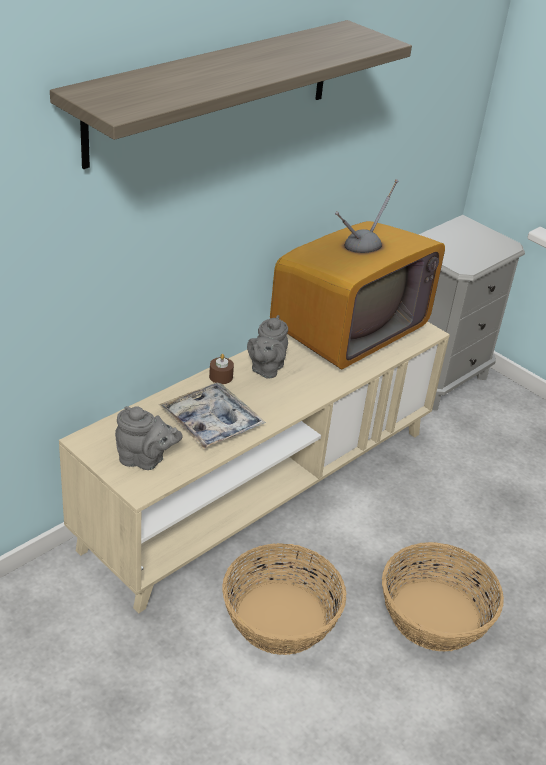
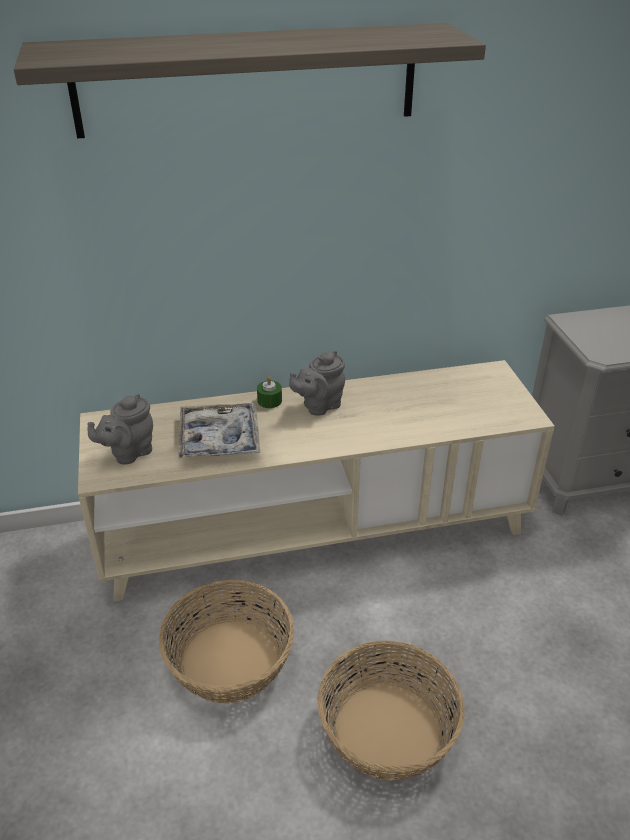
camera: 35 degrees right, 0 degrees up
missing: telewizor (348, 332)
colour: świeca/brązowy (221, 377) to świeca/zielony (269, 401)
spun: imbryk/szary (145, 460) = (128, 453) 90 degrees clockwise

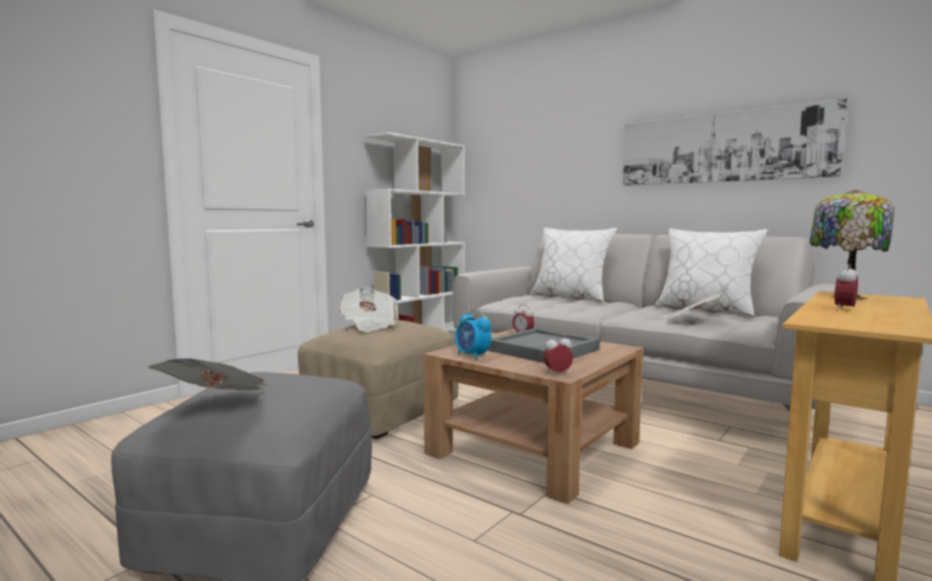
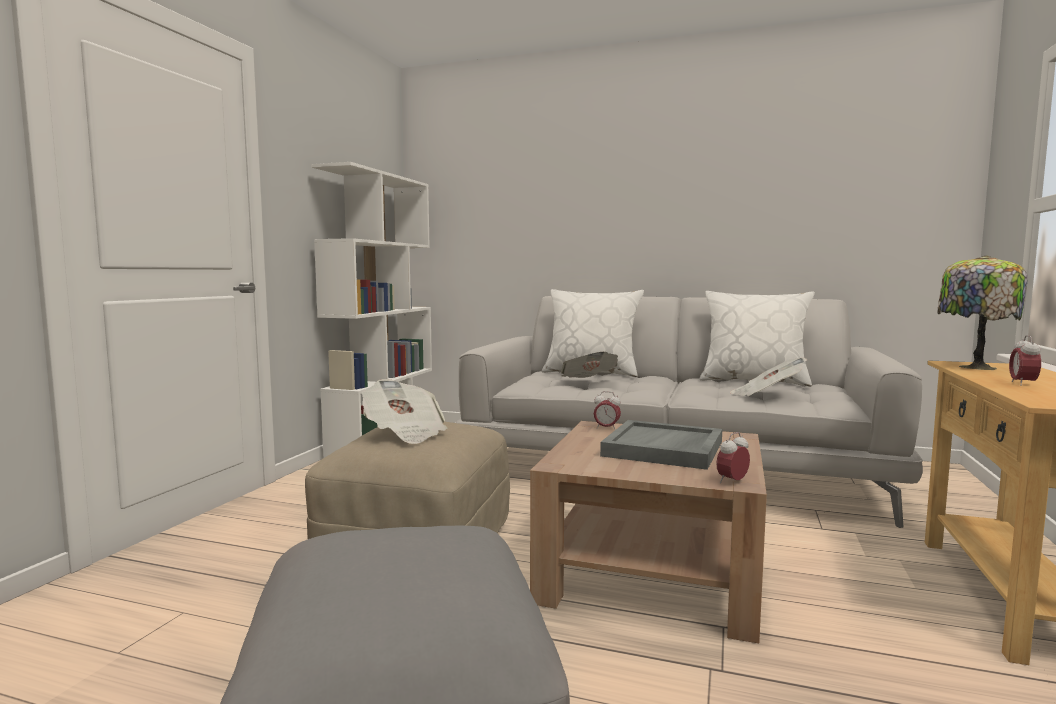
camera: 20 degrees left, 0 degrees up
missing: budzik (472, 356); obraz (722, 147)
relocated: gazeta (217, 405) to (588, 382)

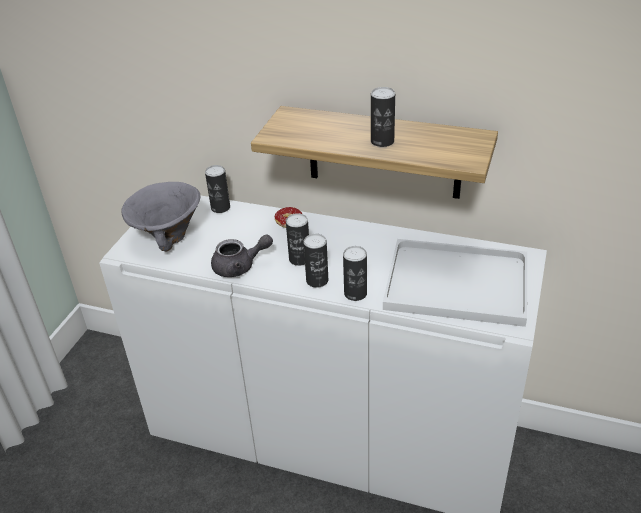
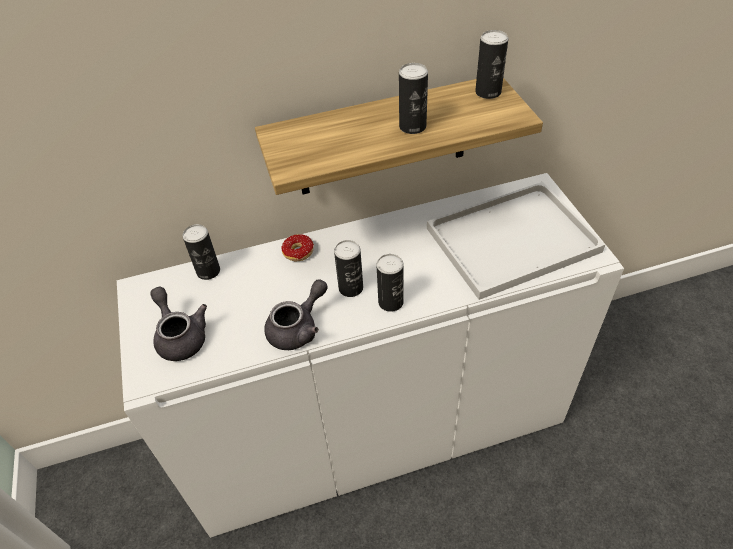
camera: 35 degrees left, 10 degrees up
relocated: puszka (355, 294) to (488, 92)
exchanged: miska/szary (167, 237) to imbryk/szary (180, 336)

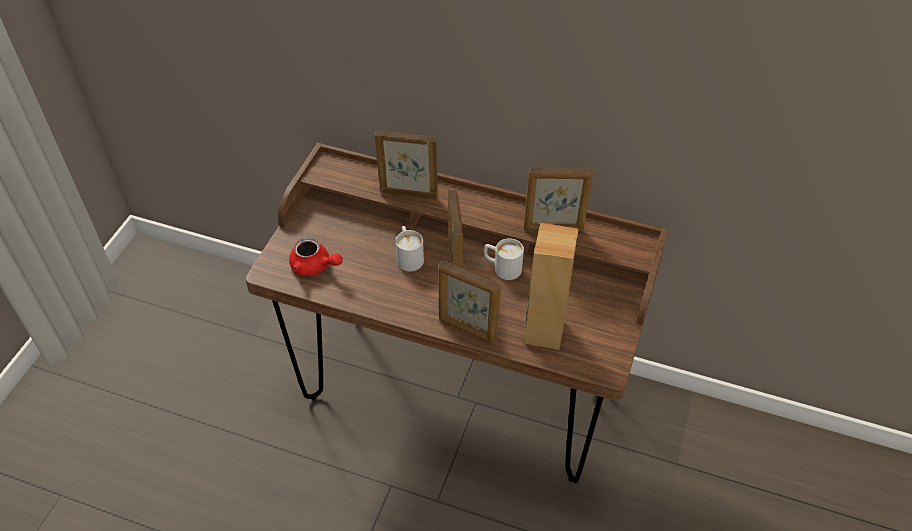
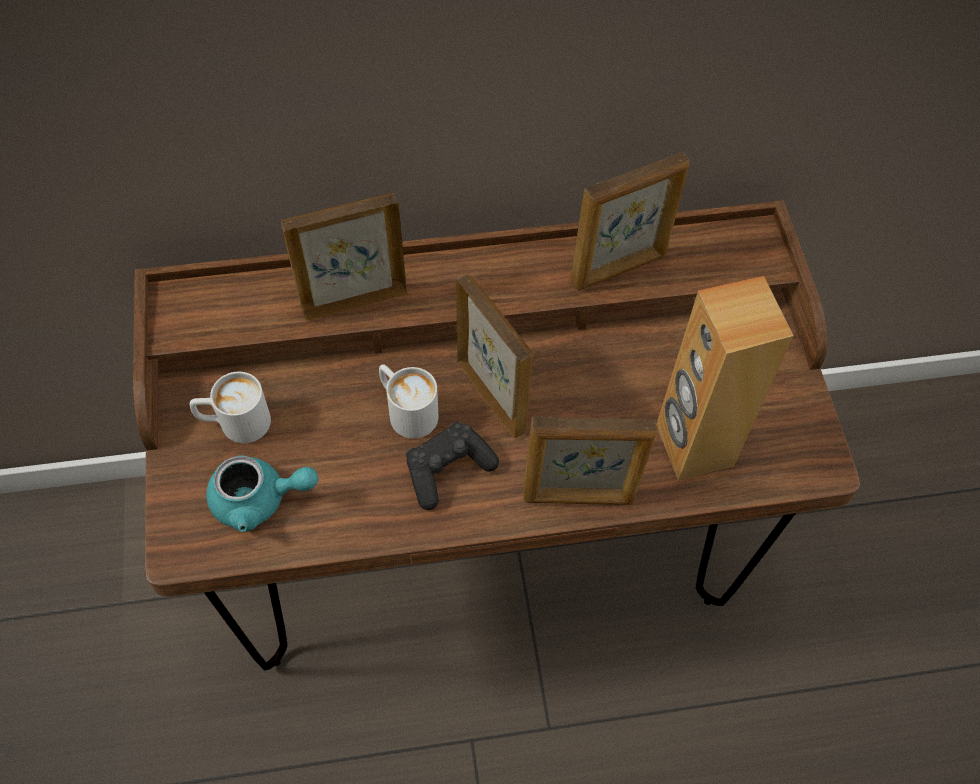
camera: 30 degrees left, 10 degrees up
appeared: pad do gier/czarny (447, 470)
relocated: kubek/biały (502, 267) to (234, 423)
colour: imbryk/czerwony (314, 267) to imbryk/turkusowy (259, 500)

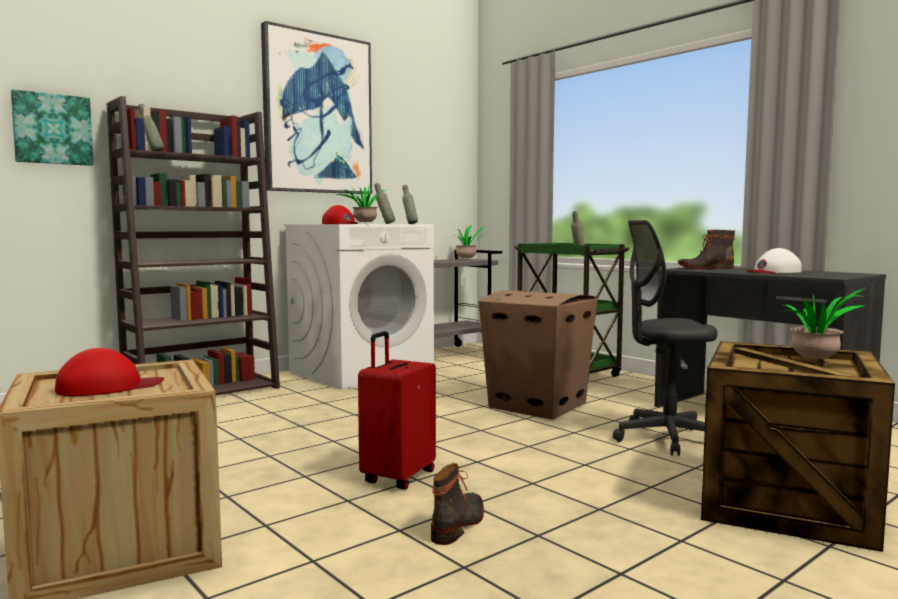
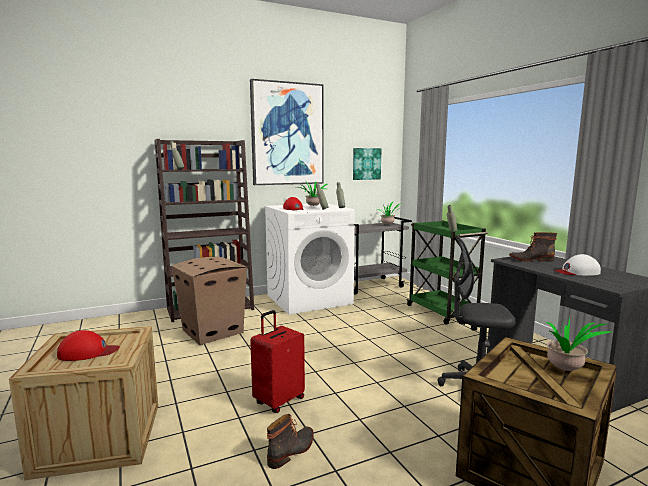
camera: 15 degrees right, 5 degrees up
relocated: obraz (52, 129) to (366, 164); karton (536, 405) to (212, 331)

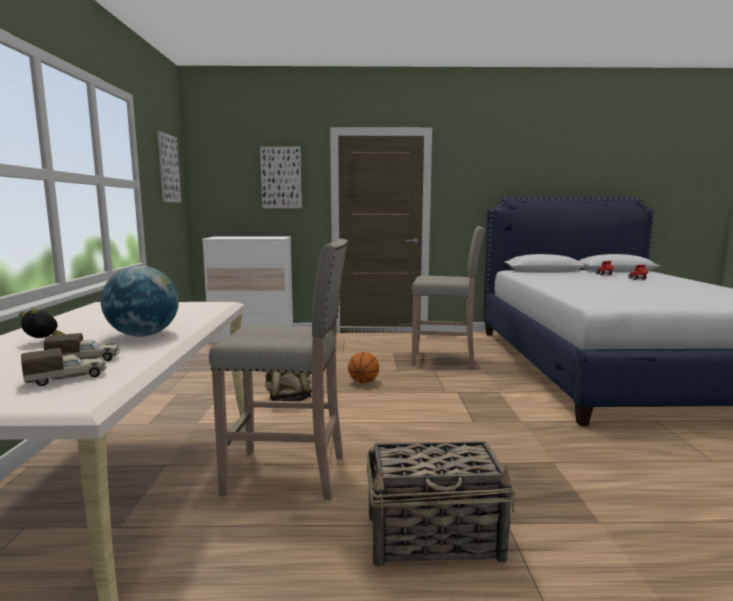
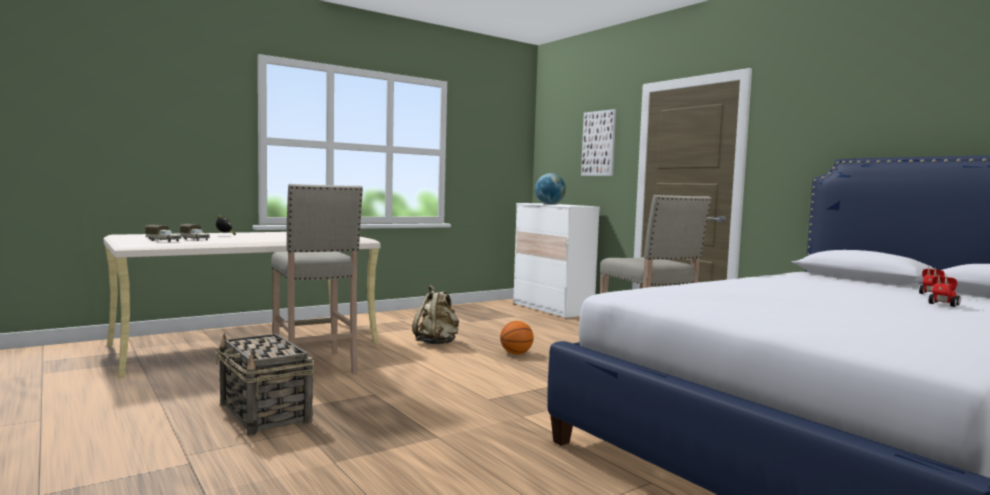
camera: 55 degrees right, 5 degrees down
missing: obraz (168, 168)
relocated: globus (143, 335) to (549, 204)

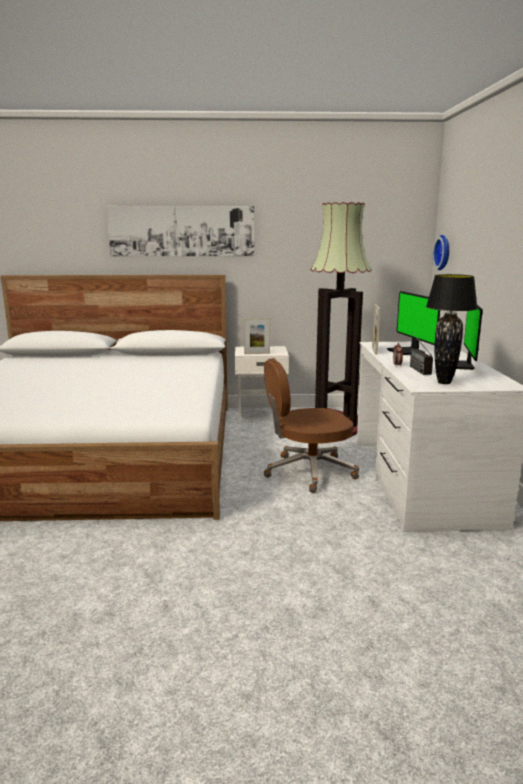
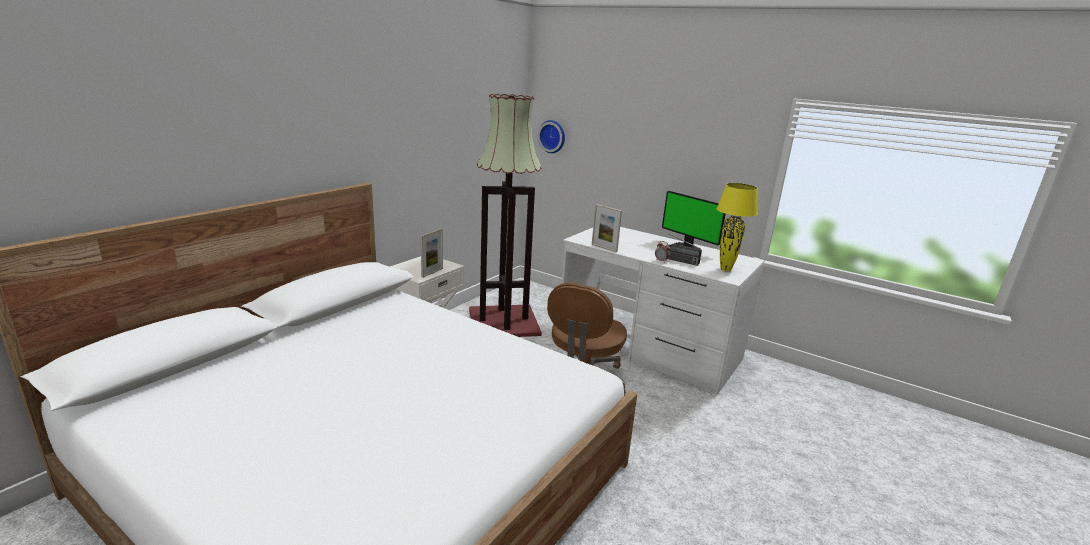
camera: 55 degrees left, 5 degrees up
missing: obraz (182, 231); monitor (407, 351)
colour: lampa stołowa/czarny (444, 382) to lampa stołowa/żółty (725, 269)

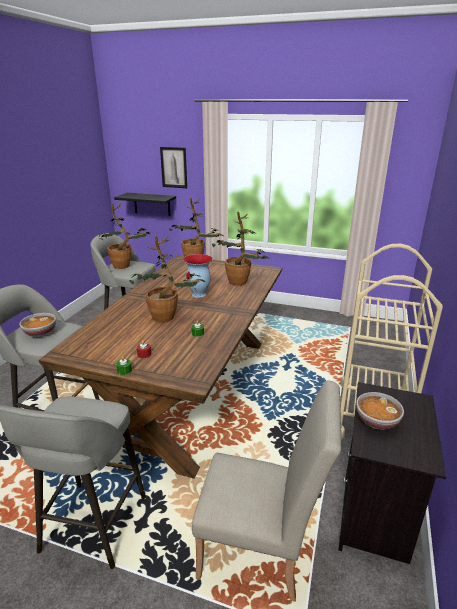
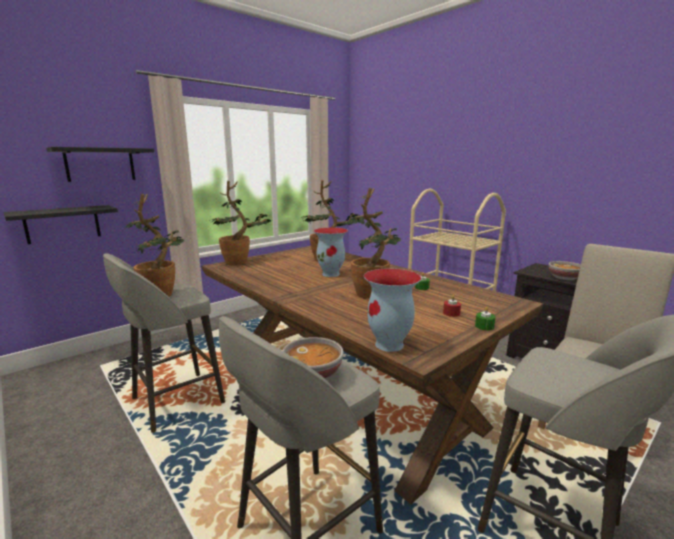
camera: 60 degrees left, 10 degrees down
appeared: wazon (390, 345)
exchanged: obraz (174, 167) to półka/czarny (100, 164)

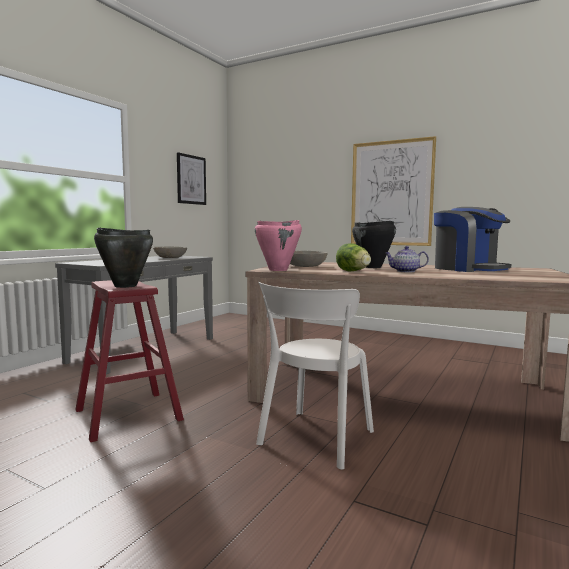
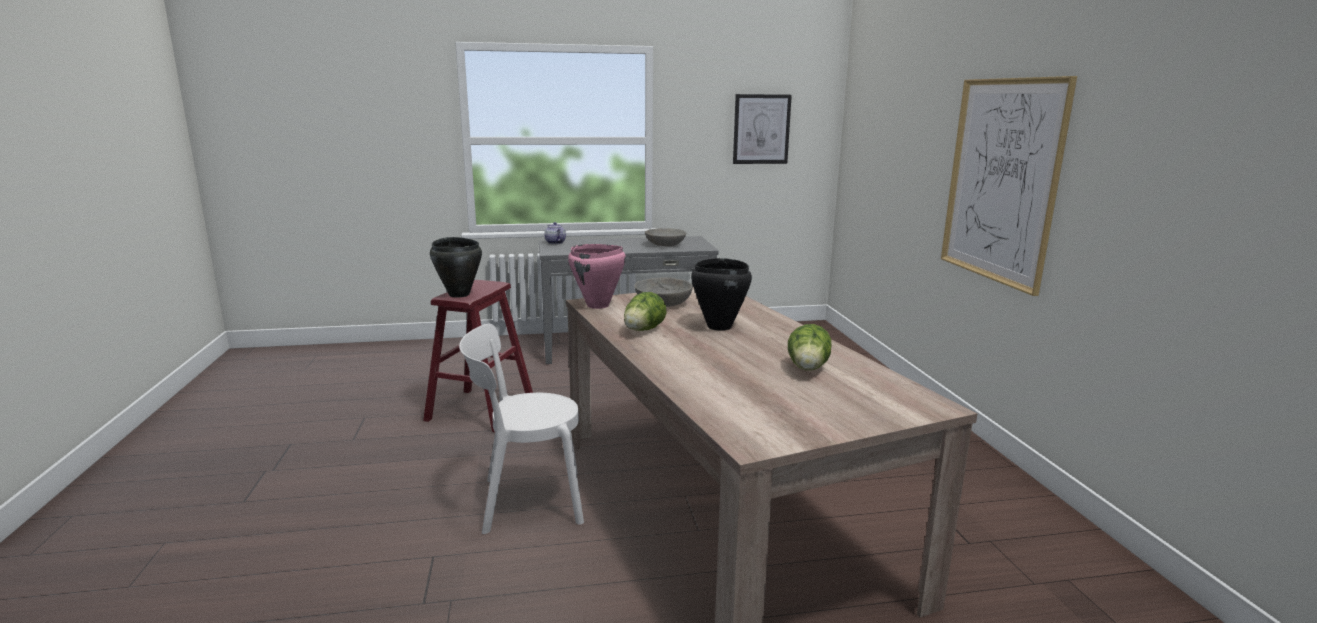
camera: 50 degrees right, 10 degrees up
relocated: imbryk (405, 271) to (555, 242)
exchanged: ekspres do kawy (468, 269) to sałata (808, 369)

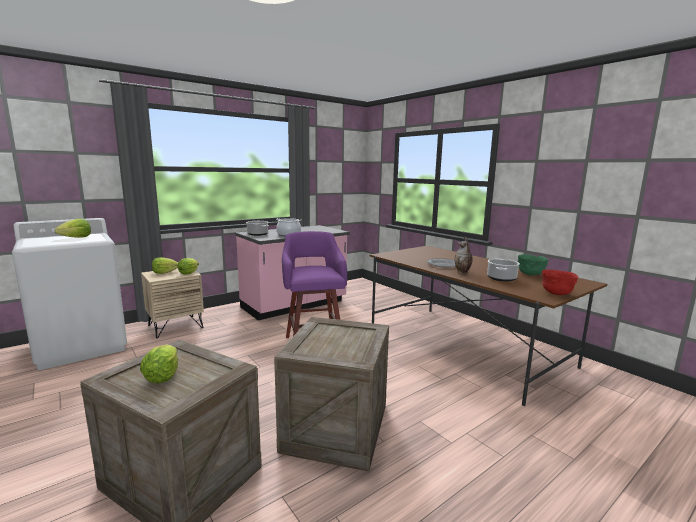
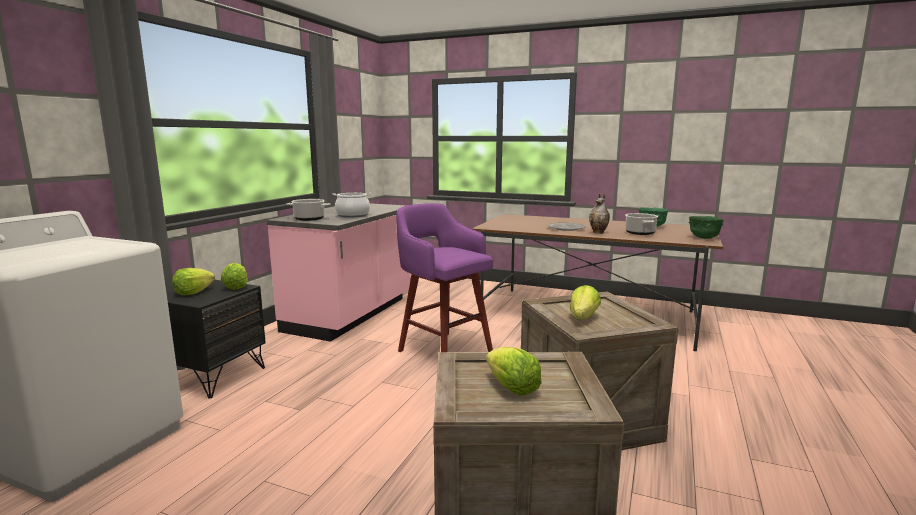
camera: 30 degrees left, 0 degrees up
relocated: sałata (76, 237) to (583, 318)
colour: szafka nocna/beżowy (175, 326) to szafka nocna/czarny (216, 377); miska/czerwony (556, 294) to miska/zielony (704, 238)

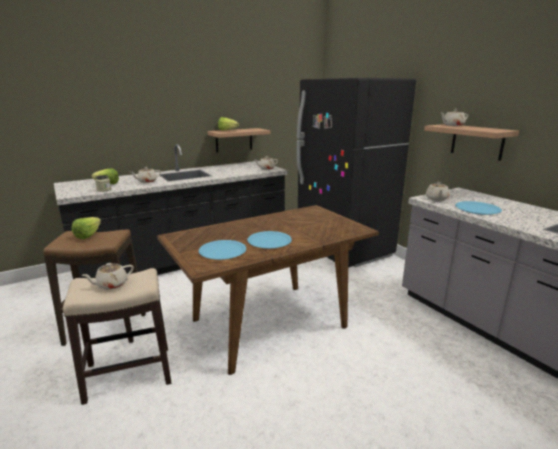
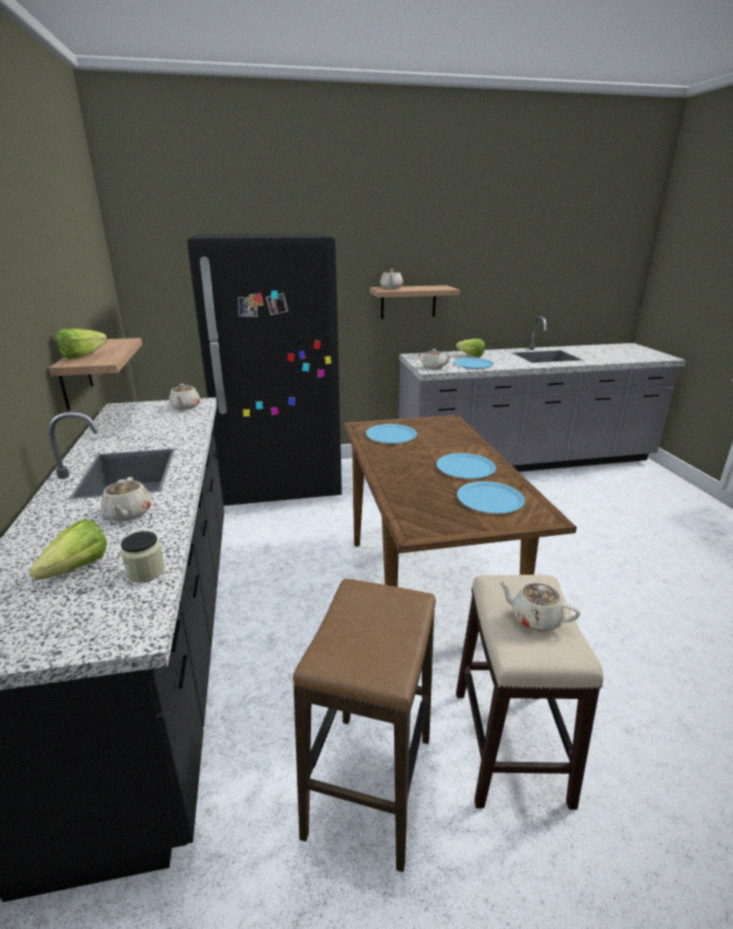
camera: 70 degrees left, 5 degrees up
appeared: talerz/niebieski (391, 435)
relocated: sałata (91, 234) to (469, 355)
spun: imbryk/beżowy (111, 285) = (535, 618) 135 degrees clockwise

